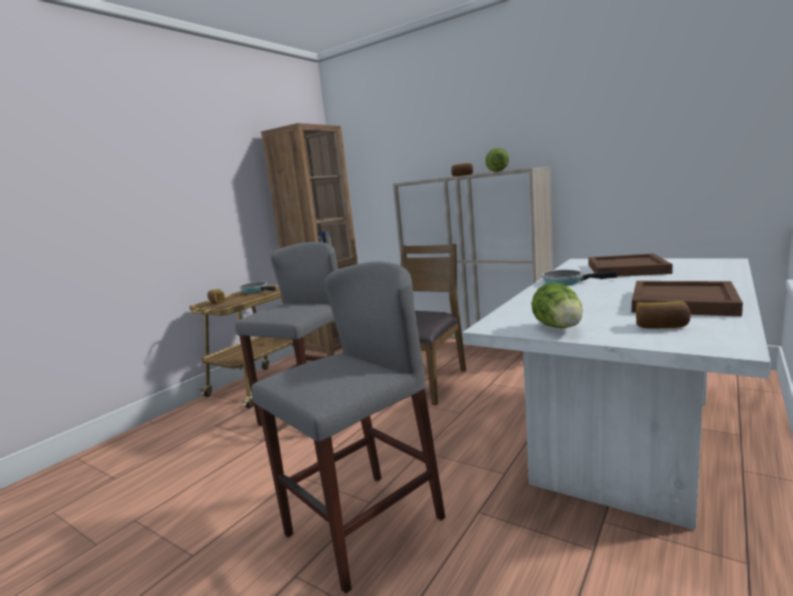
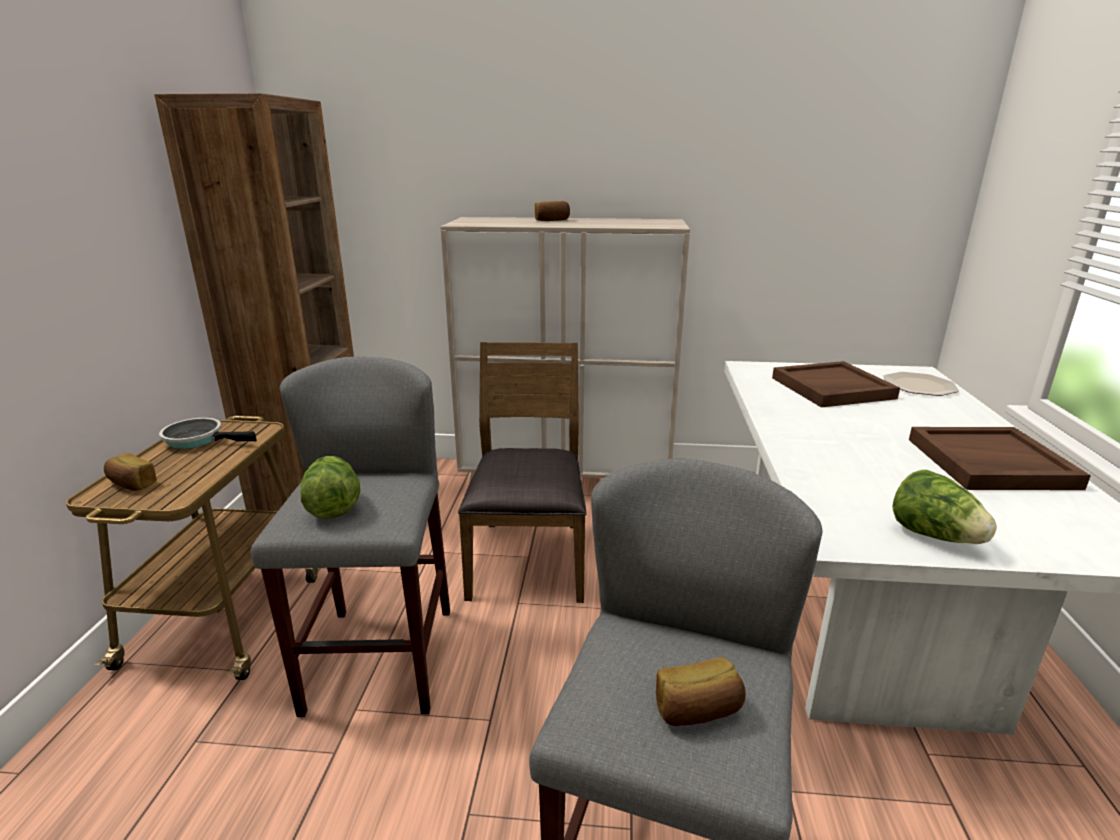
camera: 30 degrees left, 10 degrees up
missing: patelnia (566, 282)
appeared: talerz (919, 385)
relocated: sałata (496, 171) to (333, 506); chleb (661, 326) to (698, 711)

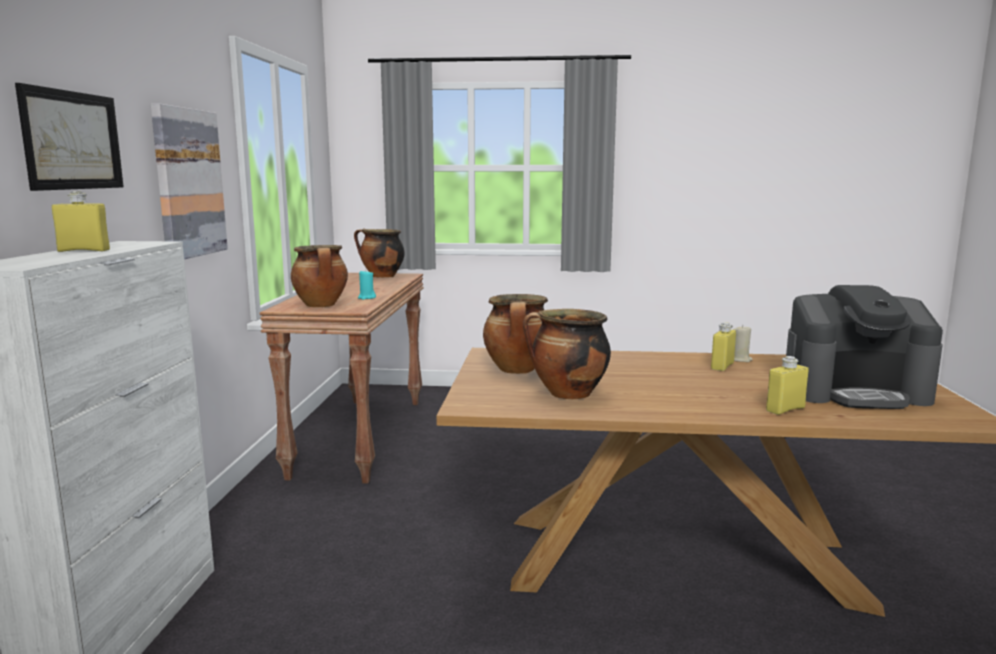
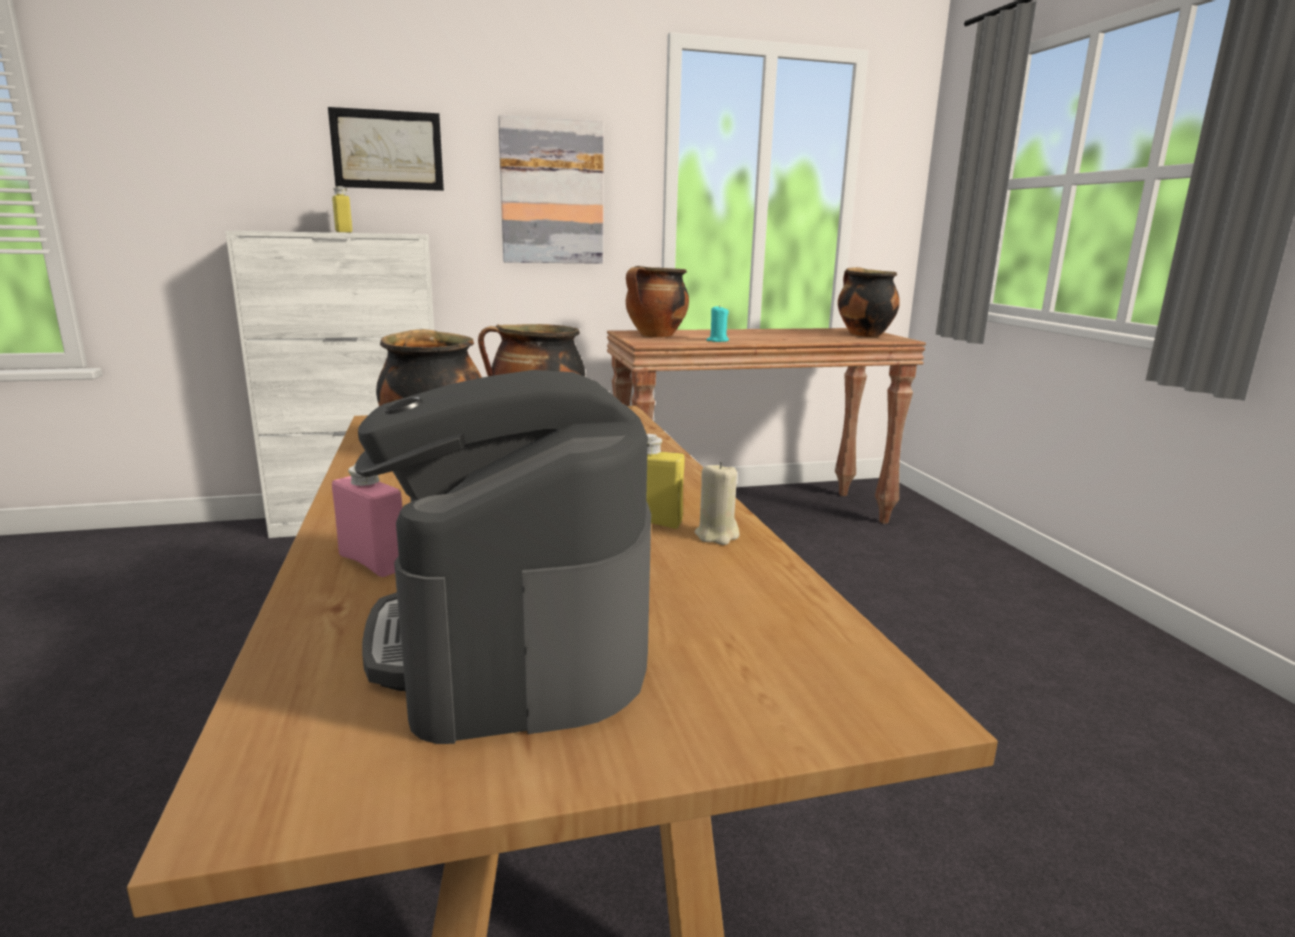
camera: 70 degrees right, 5 degrees up
colour: butelka/żółty (785, 409) to butelka/różowy (373, 562)

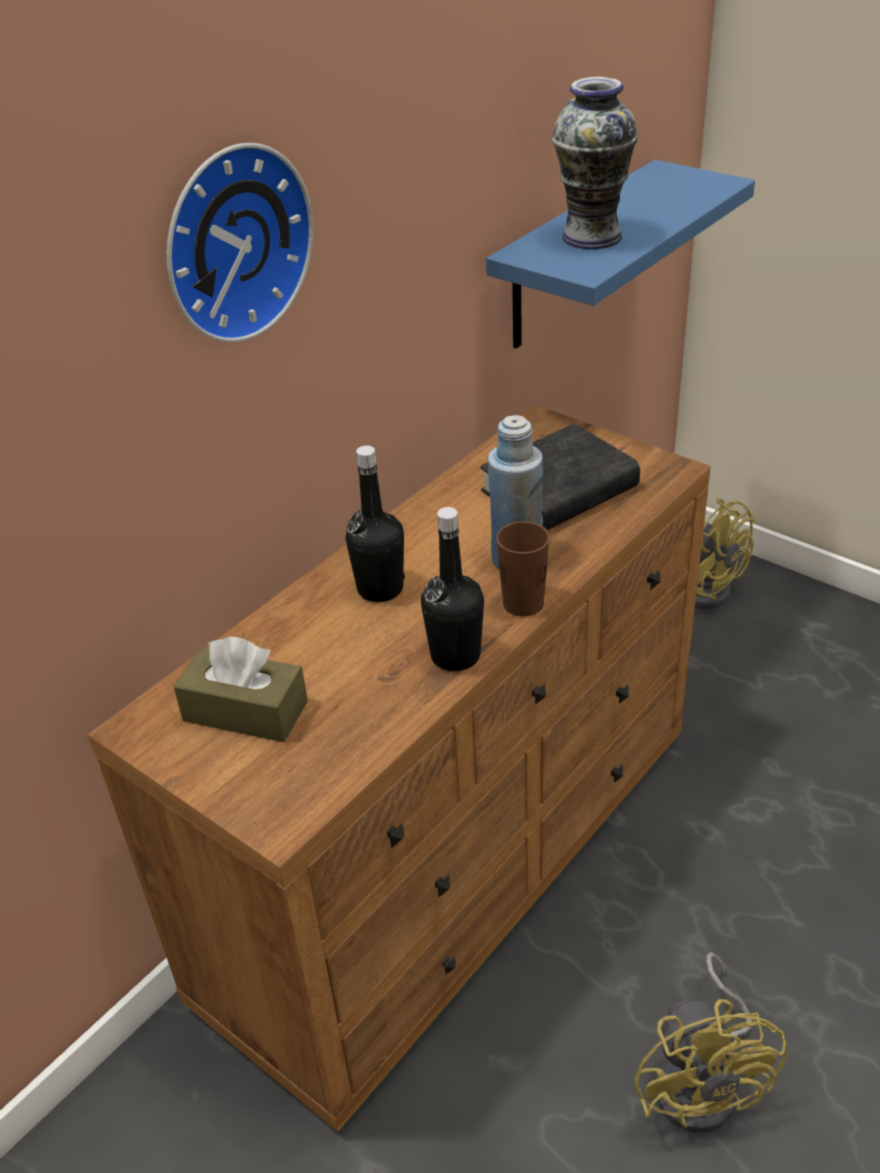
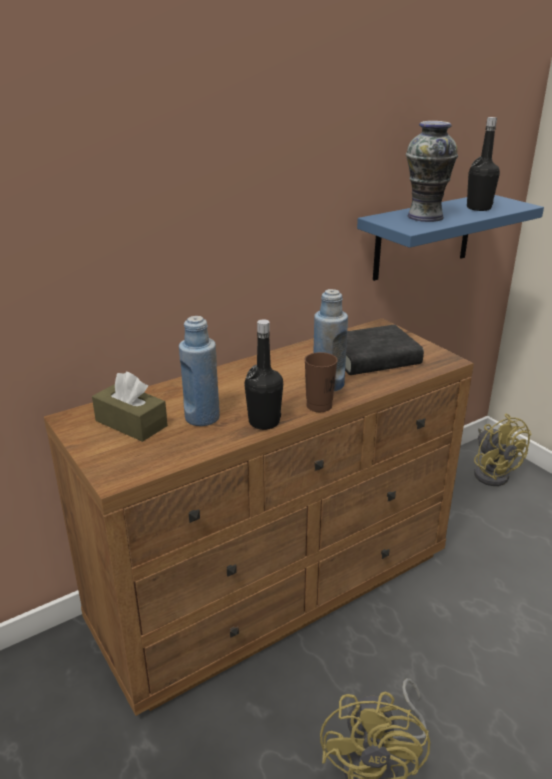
camera: 15 degrees right, 10 degrees down
missing: zegar ścienny (232, 242)
appeared: butelka/niebieski (202, 418)
relocated: butelka/czarny (380, 589) to (478, 208)

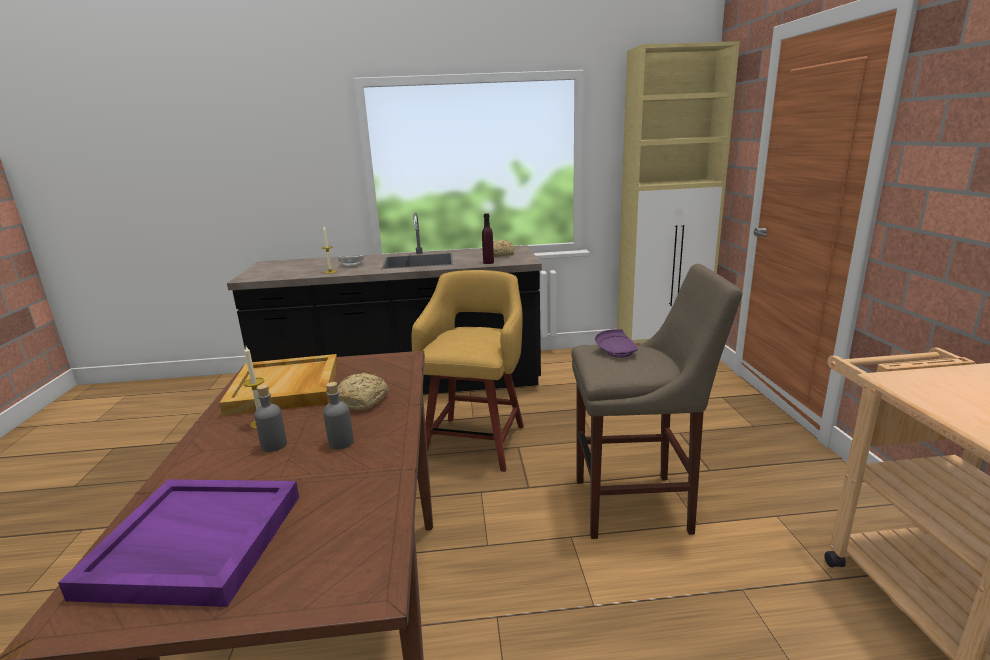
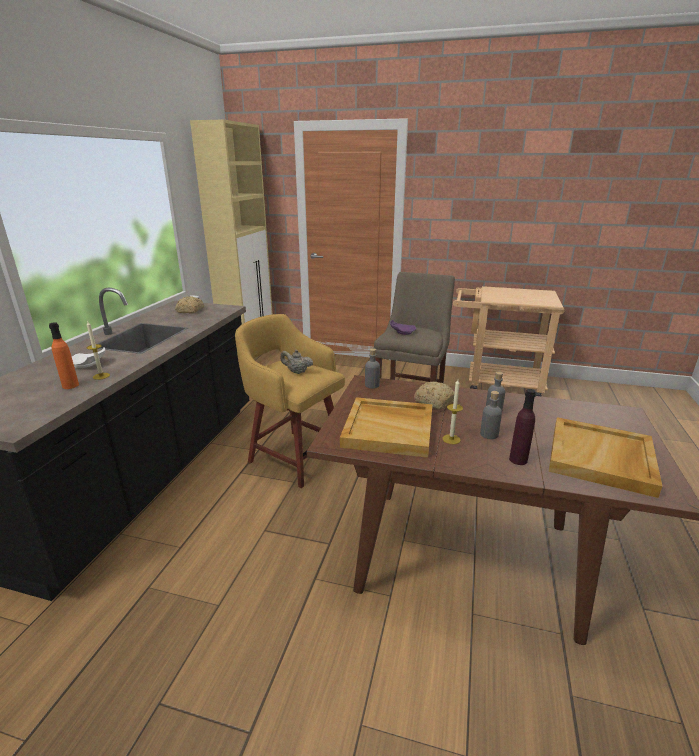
camera: 70 degrees left, 5 degrees up
appeared: butelka/pomarańczowy (70, 385); imbryk/beżowy (297, 372); butelka/szary (372, 385)
relocated: butelka/fioletowy (488, 262) to (518, 460)
colour: taca/fioletowy (193, 544) to taca/beżowy (601, 459)

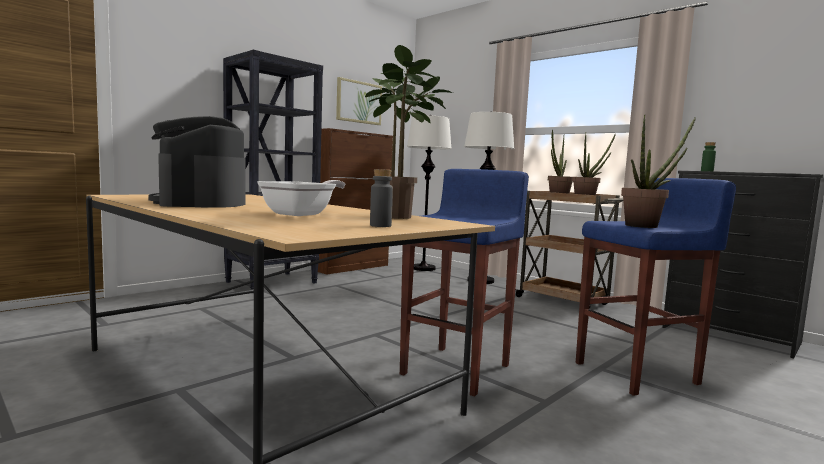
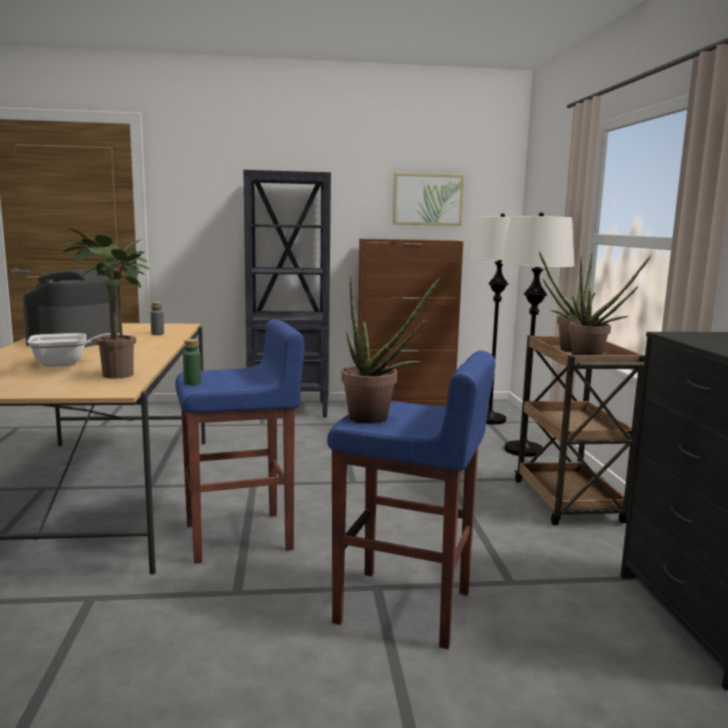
camera: 40 degrees right, 5 degrees up
relocated: butelka/szary (380, 225) to (157, 334); butelka/zielony (707, 171) to (192, 382)

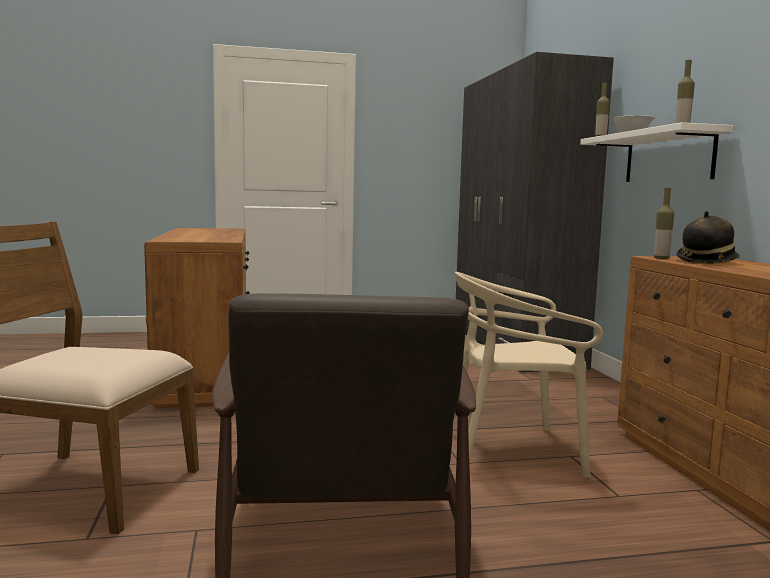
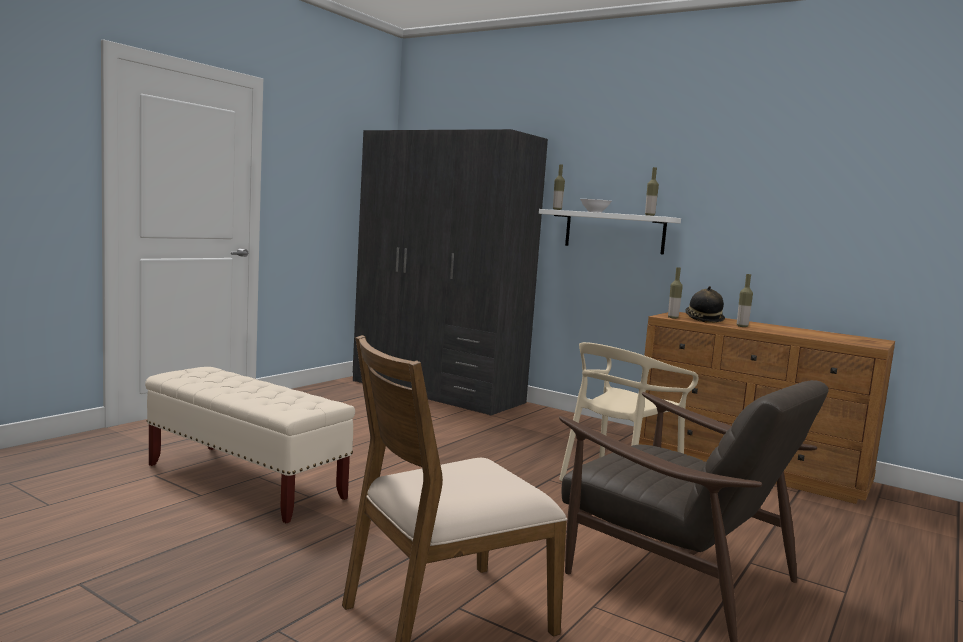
camera: 45 degrees left, 0 degrees up
appeared: butelka (742, 326)
exchanged: komoda/brązowy (207, 373) to ławka/beżowy (244, 482)

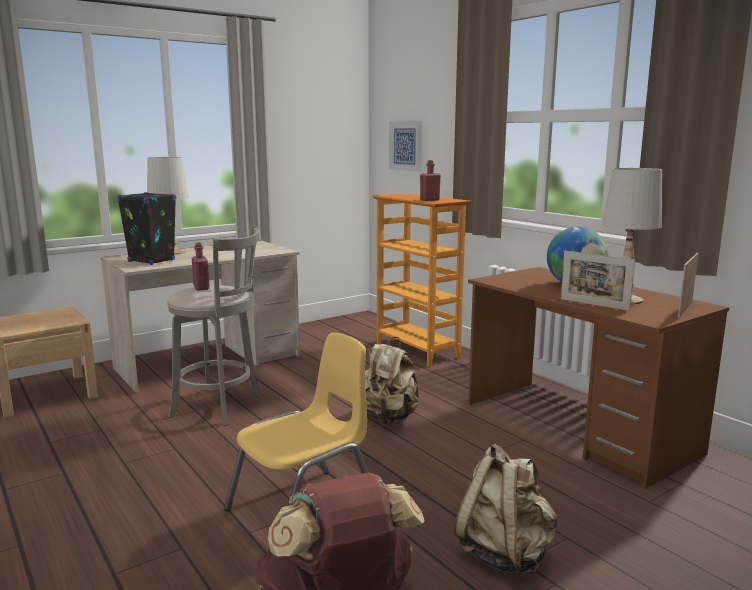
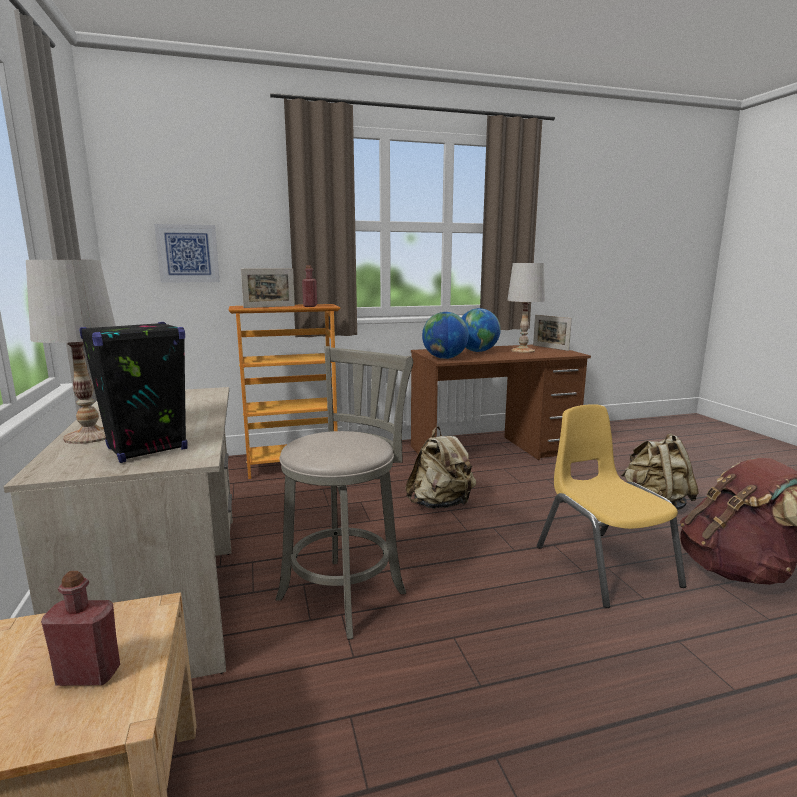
camera: 70 degrees left, 0 degrees up
appeared: globus (444, 358)
relocated: butelka/czerwony (201, 288) to (88, 675); ramka na zdjęcie (594, 304) to (269, 307)

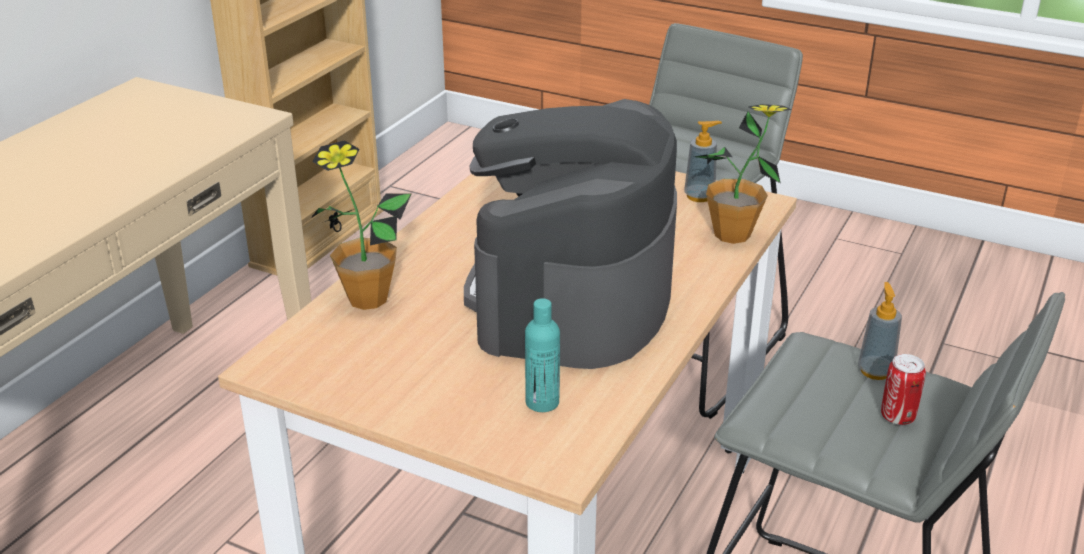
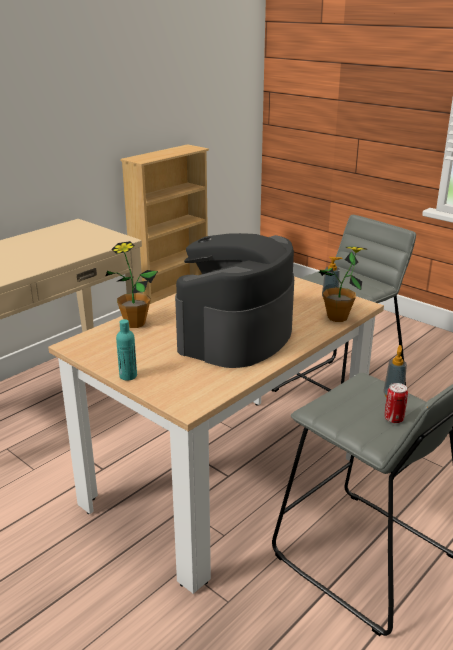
camera: 15 degrees right, 5 degrees down
relocated: butelka/turkusowy (542, 402) to (128, 376)

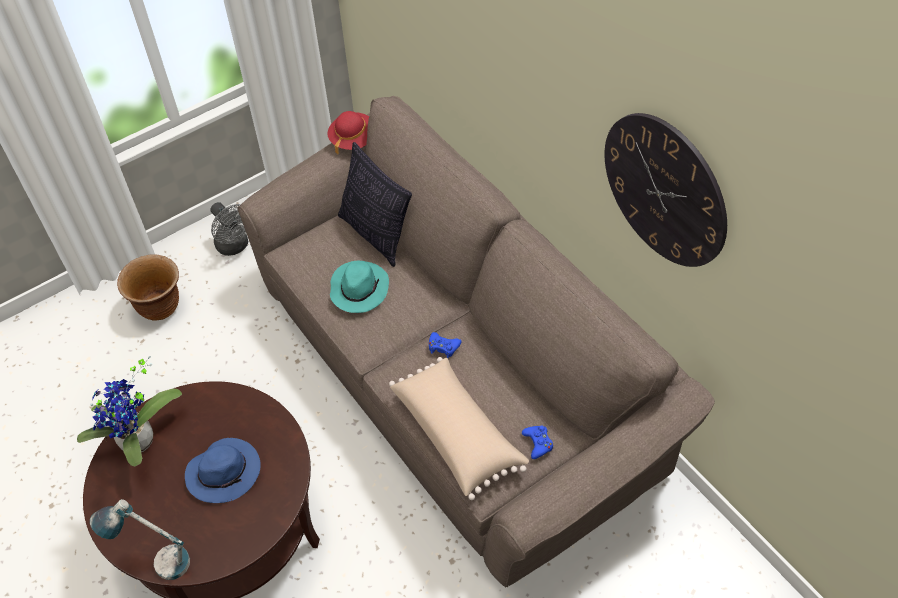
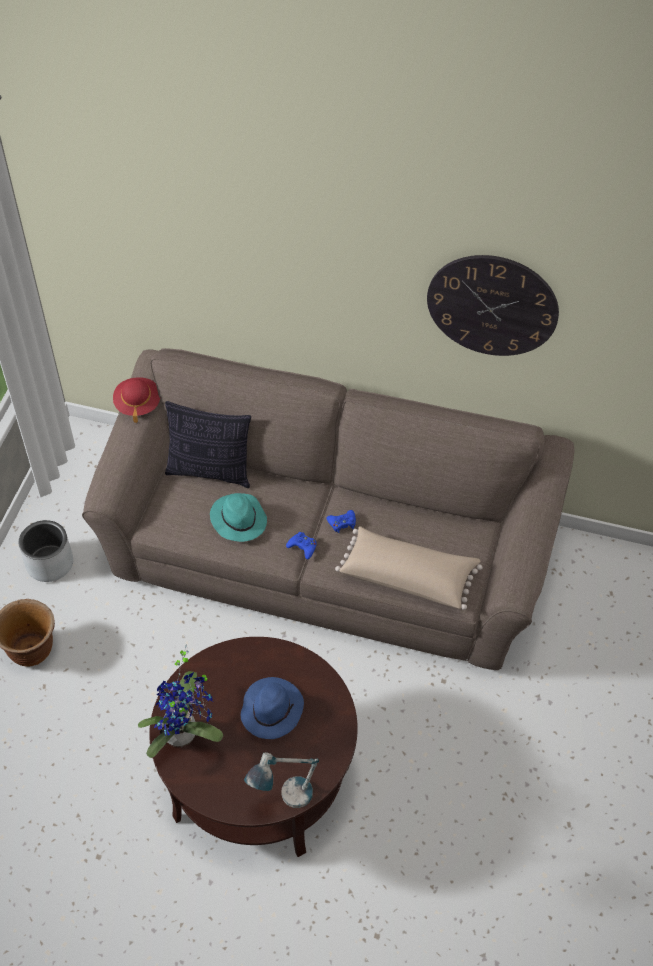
camera: 40 degrees left, 0 degrees up
relocated: pad do gier/niebieski (538, 443) to (303, 547)
exchanged: wentylator/szary (235, 246) to donica/szary (49, 563)

